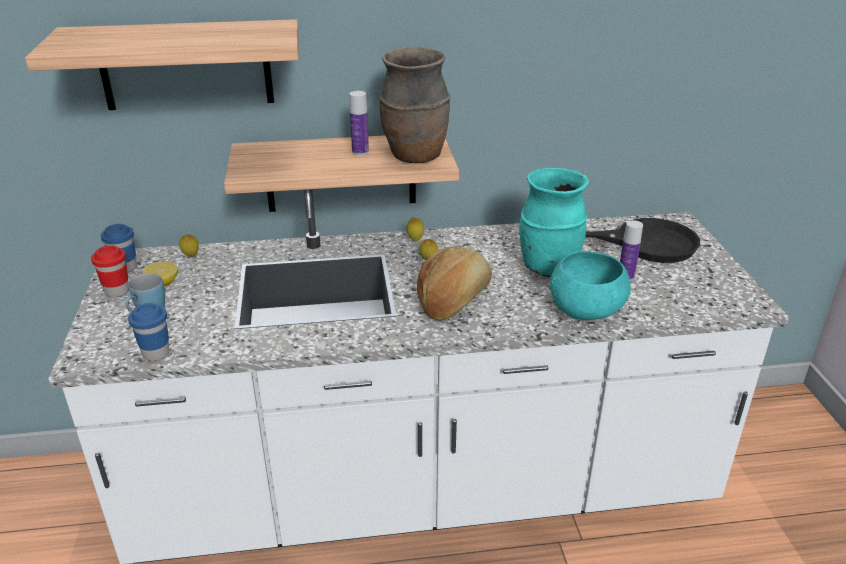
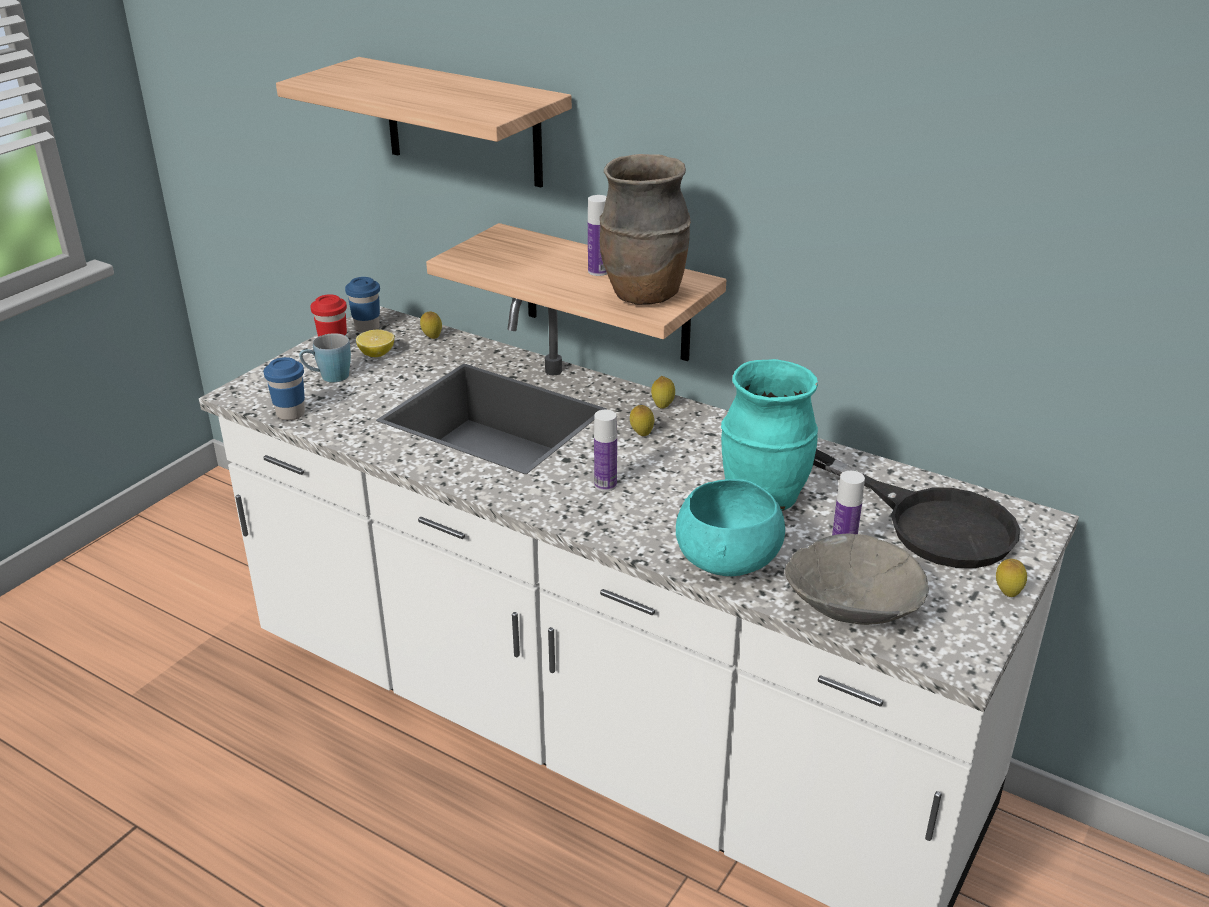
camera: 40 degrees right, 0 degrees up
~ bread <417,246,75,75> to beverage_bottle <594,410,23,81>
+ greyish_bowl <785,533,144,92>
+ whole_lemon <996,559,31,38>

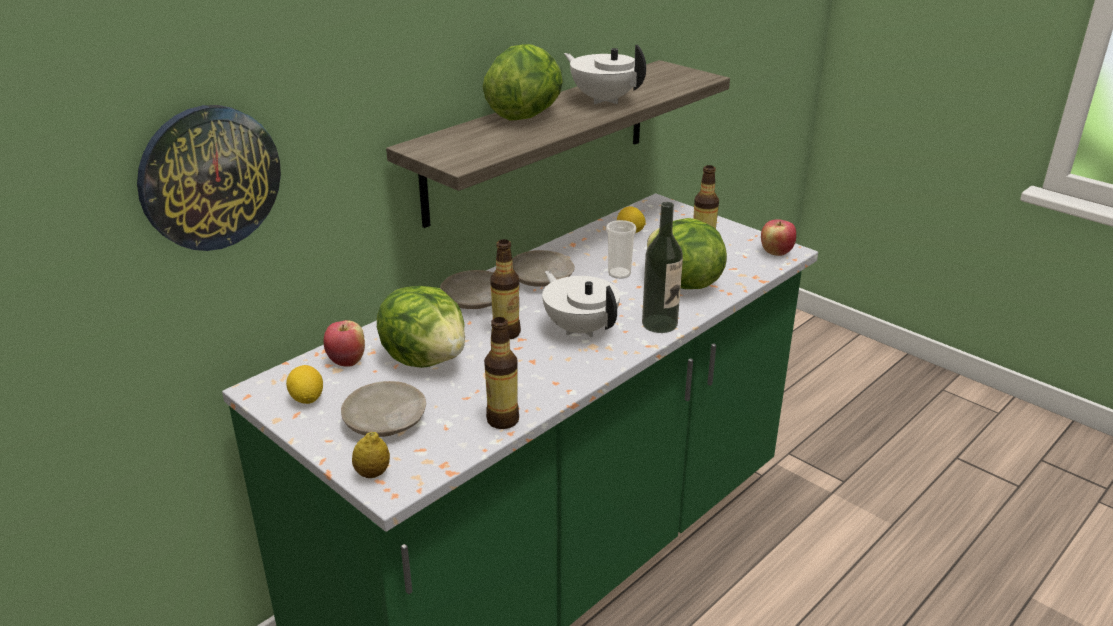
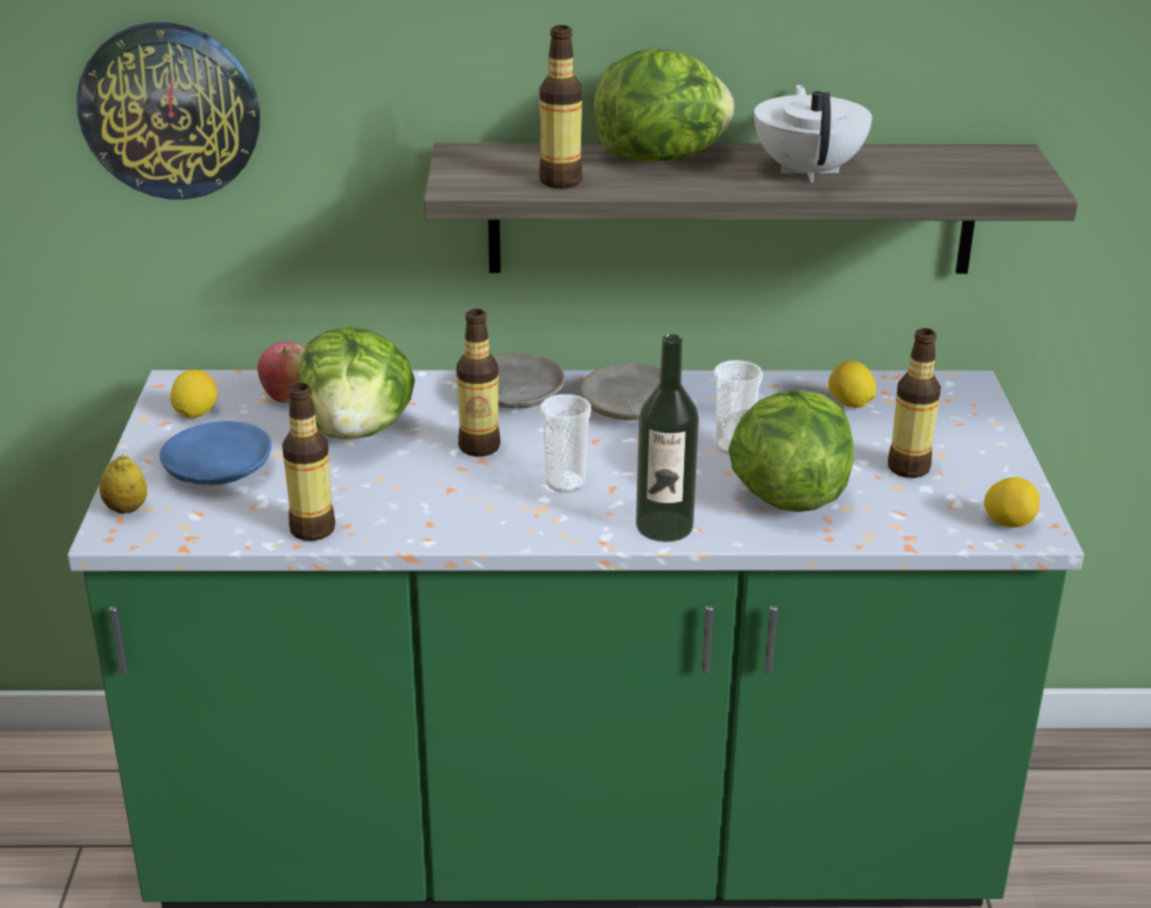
camera: 45 degrees right, 0 degrees up
~ sand-coloured_plate <341,381,85,56> to blue-coloured_plate <160,421,112,64>
+ beverage_bottle <539,25,44,163>
~ white_teapot <542,271,78,66> to cup <540,394,51,99>
~ apple_fruit <761,219,35,37> to whole_lemon <984,477,56,51>

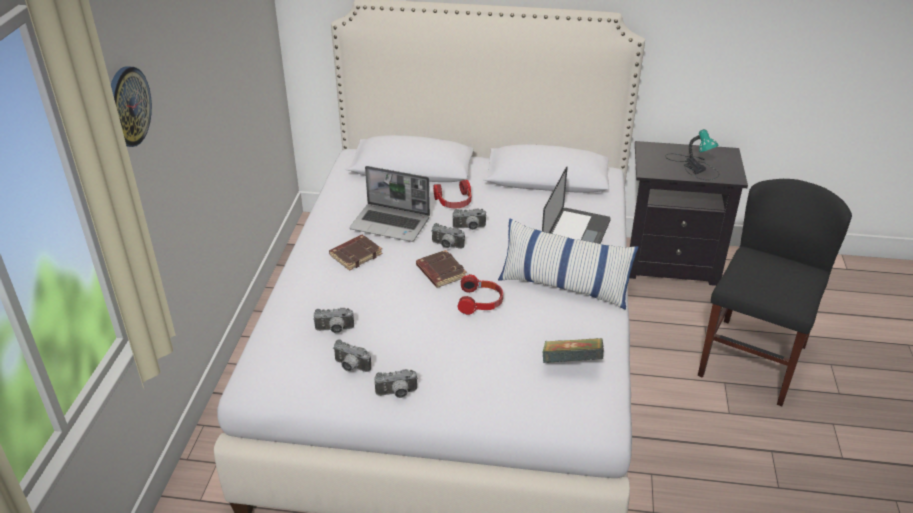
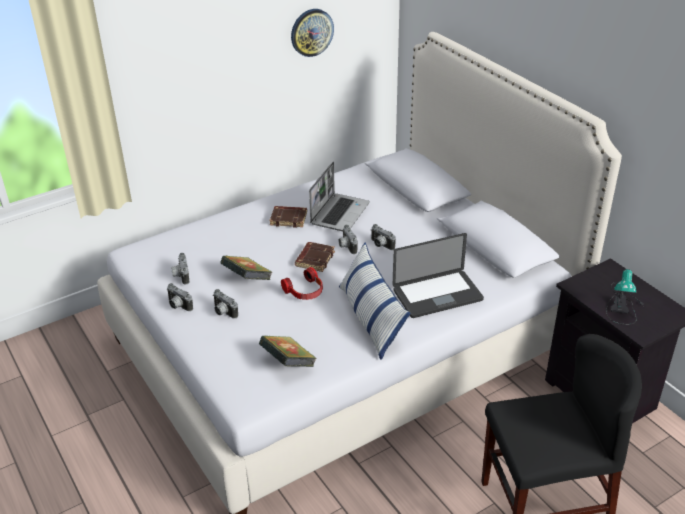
camera: 50 degrees right, 0 degrees up
~ photo_camera <313,308,41,25> to <213,289,25,30>
+ bound_book <220,256,52,24>
~ wall_clock <111,67,41,80> to <291,9,43,48>
~ laptop <349,166,81,76> = <309,162,61,69> 135 degrees counterclockwise
- headphones <433,180,38,29>

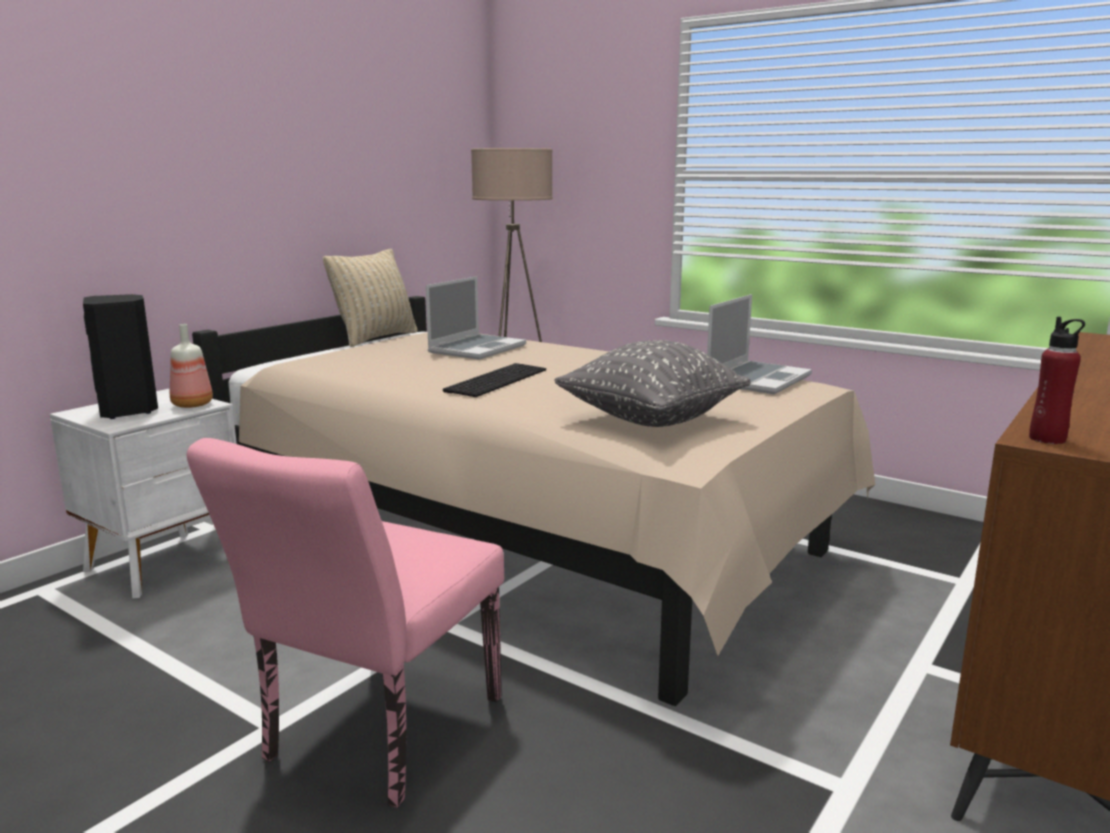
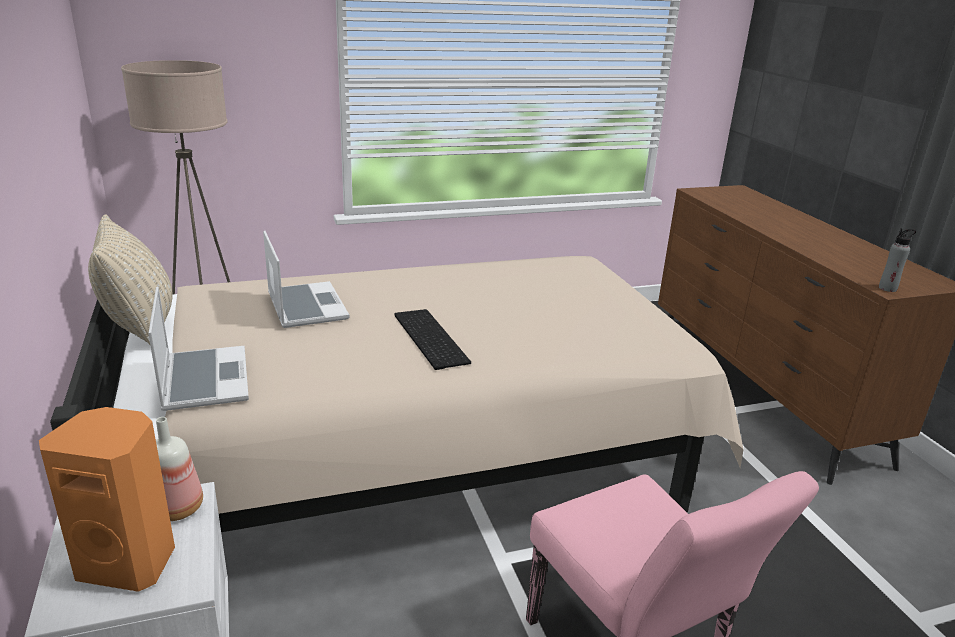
camera: 55 degrees left, 10 degrees up
~ blackish_audio_speaker <83,294,75,125> to orange_audio_speaker <39,407,136,185>
~ laptop <707,294,105,100> to <148,286,101,125>
~ red-coloured_beverage_bottle <1029,317,56,127> to greyish_beverage_bottle <879,229,37,63>
- greyish_pillow <554,340,197,87>

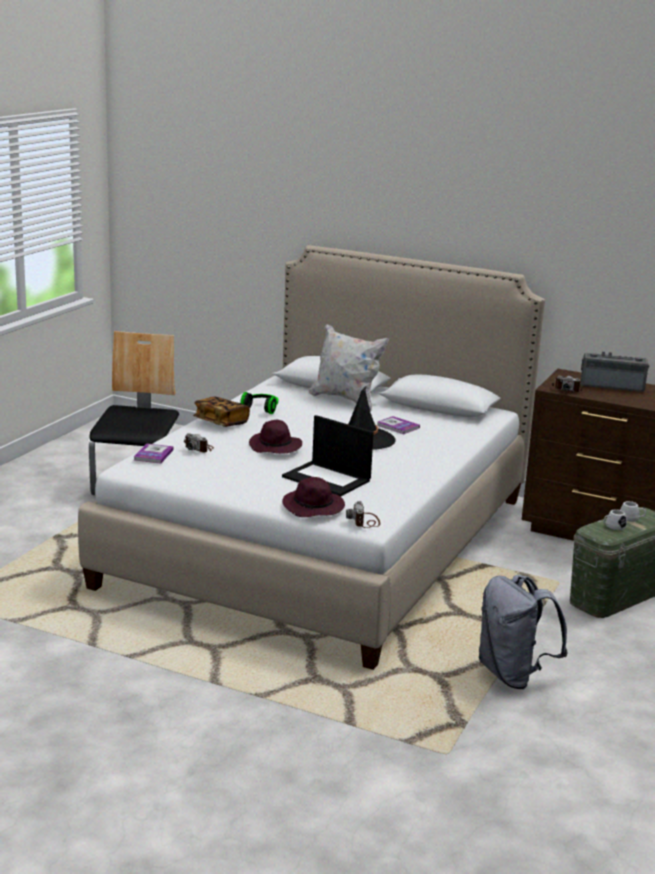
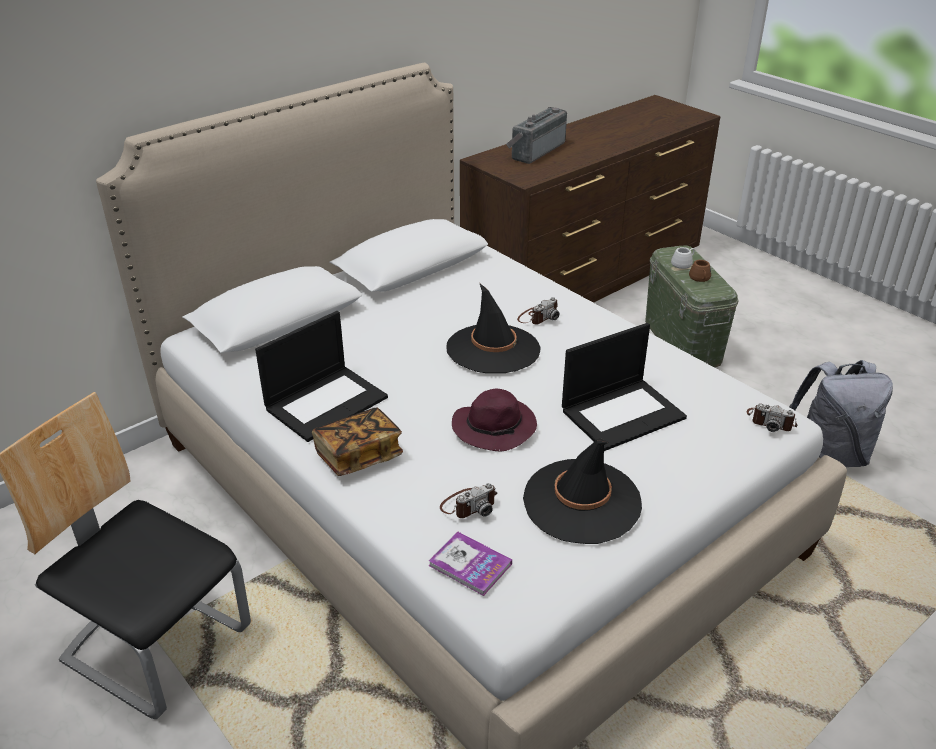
camera: 65 degrees left, 15 degrees up
~ headphones <240,392,38,22> to laptop <255,311,133,131>
~ photo_camera <552,376,30,16> to <517,297,42,28>
+ blackish_wearable_hat <523,438,119,106>
~ white_mug <603,509,24,21> to brownish_mug <689,260,22,22>
- purple_wearable_hat <282,477,63,40>
- white_pillow <309,324,80,88>
- bound_book <377,416,43,18>

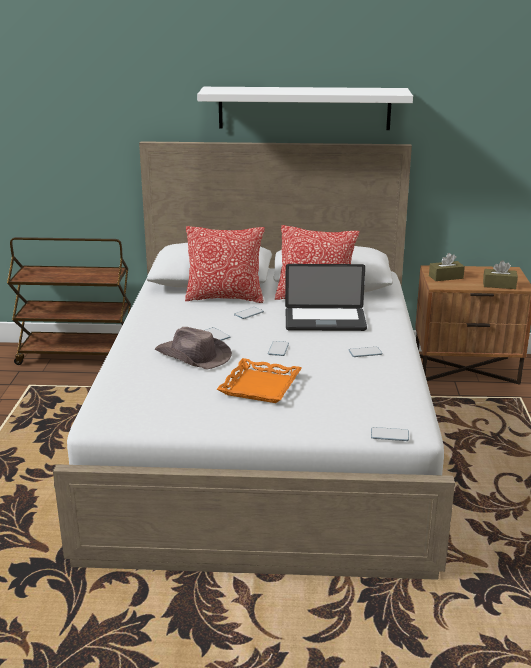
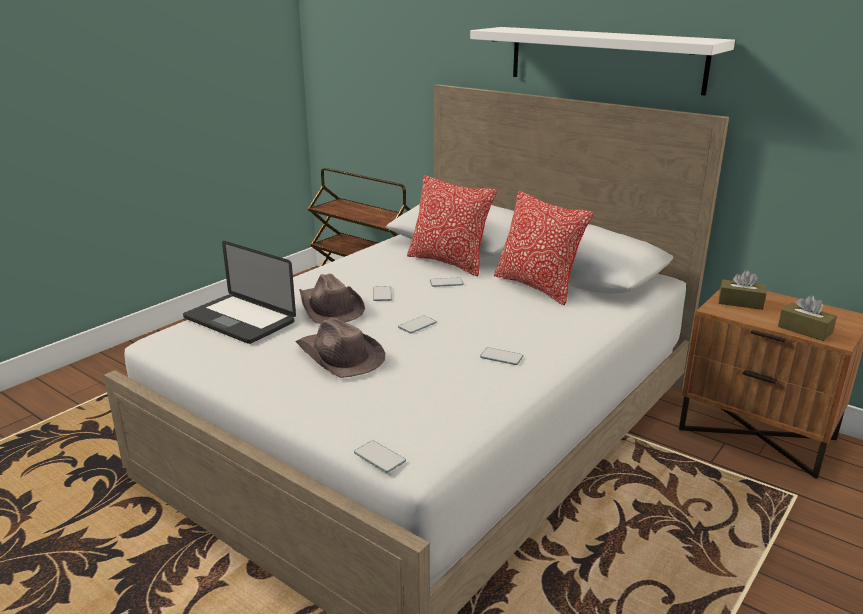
camera: 35 degrees right, 0 degrees up
~ laptop <285,264,82,67> to <183,241,113,103>
~ orange_tray <217,358,85,45> to brownish_wearable_hat <295,318,90,60>

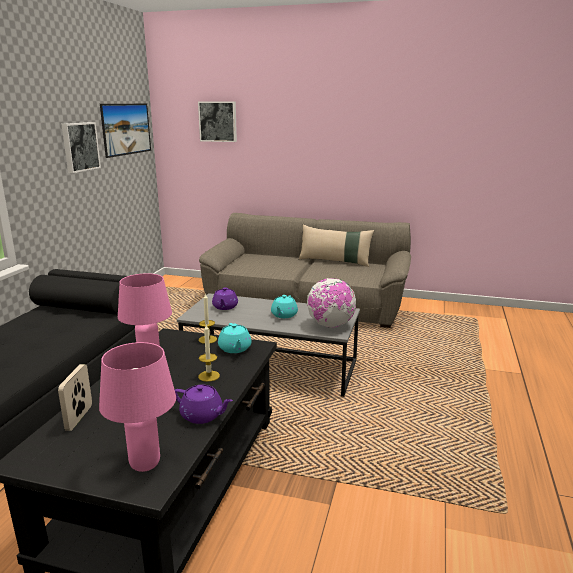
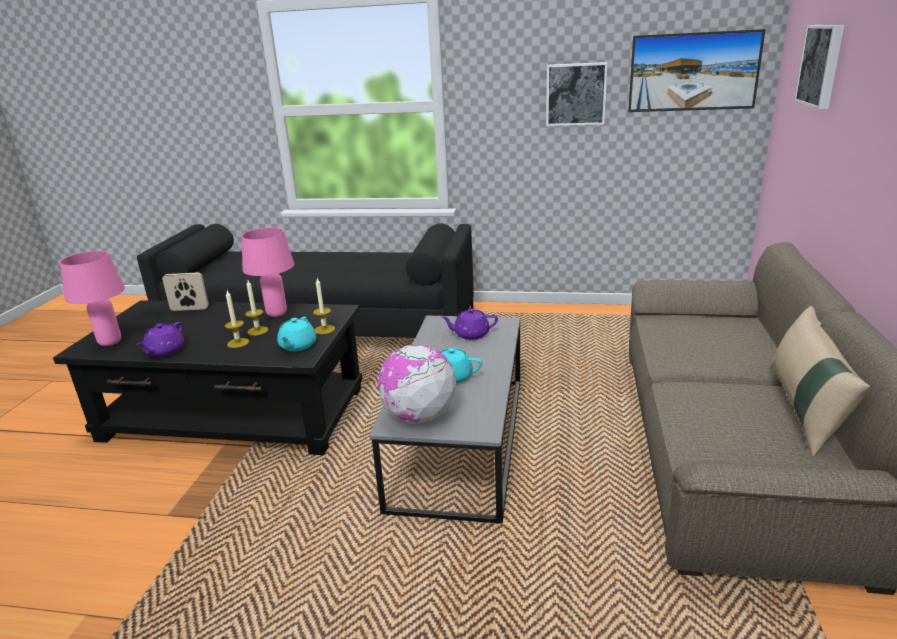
camera: 85 degrees right, 5 degrees up
+ wax_light <245,280,23,56>
~ blue-green_teapot <218,323,34,30> = <277,316,39,36> 60 degrees counterclockwise

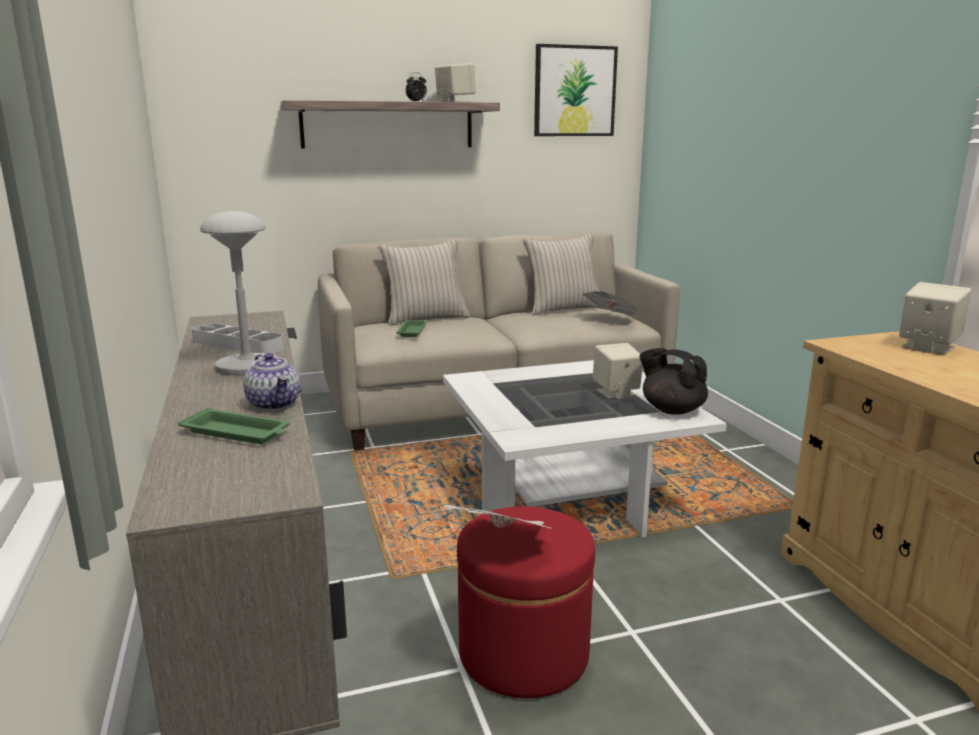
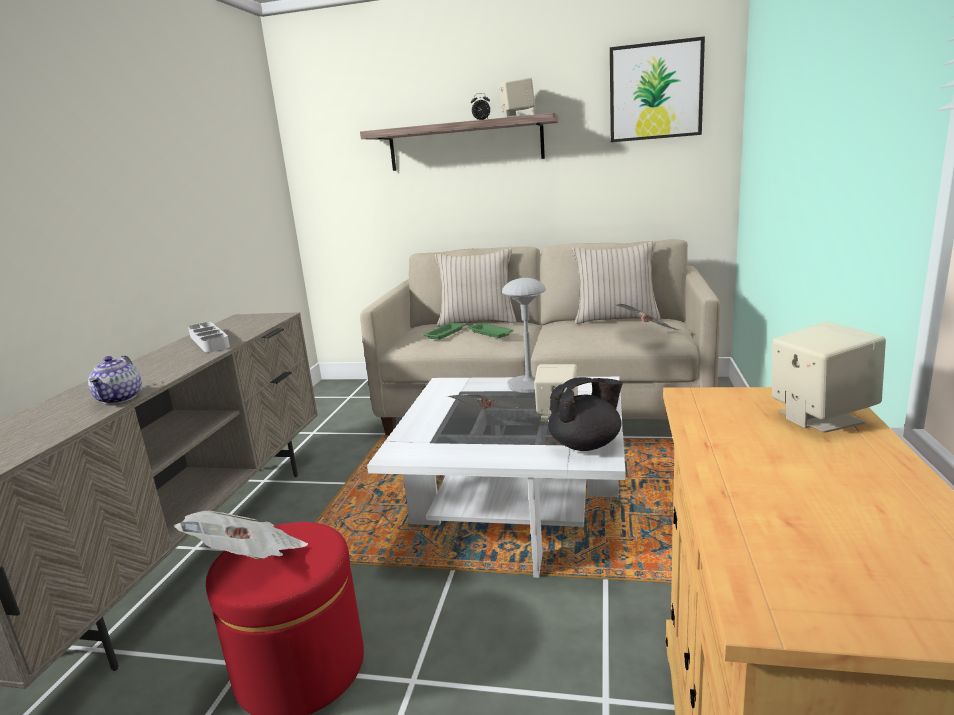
camera: 30 degrees right, 0 degrees up
+ newspaper <447,394,75,16>
~ green-coloured_tray <178,408,112,36> to <467,322,47,16>
~ greyish_tabletop_lamp <200,211,77,164> to <502,278,44,115>
~ blackish_teapot <639,348,69,67> = <548,377,75,74> 90 degrees clockwise

